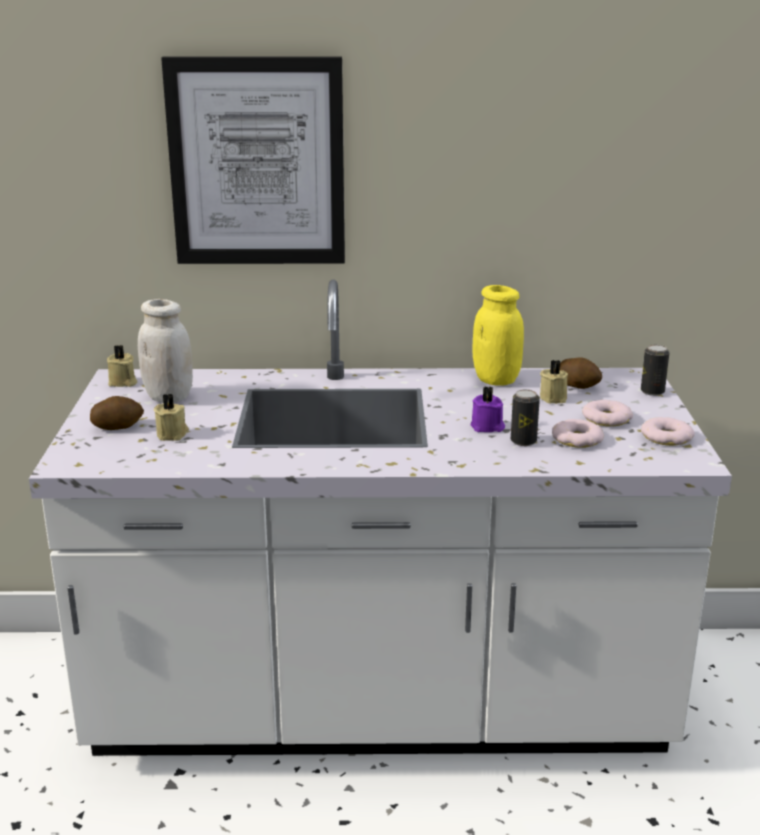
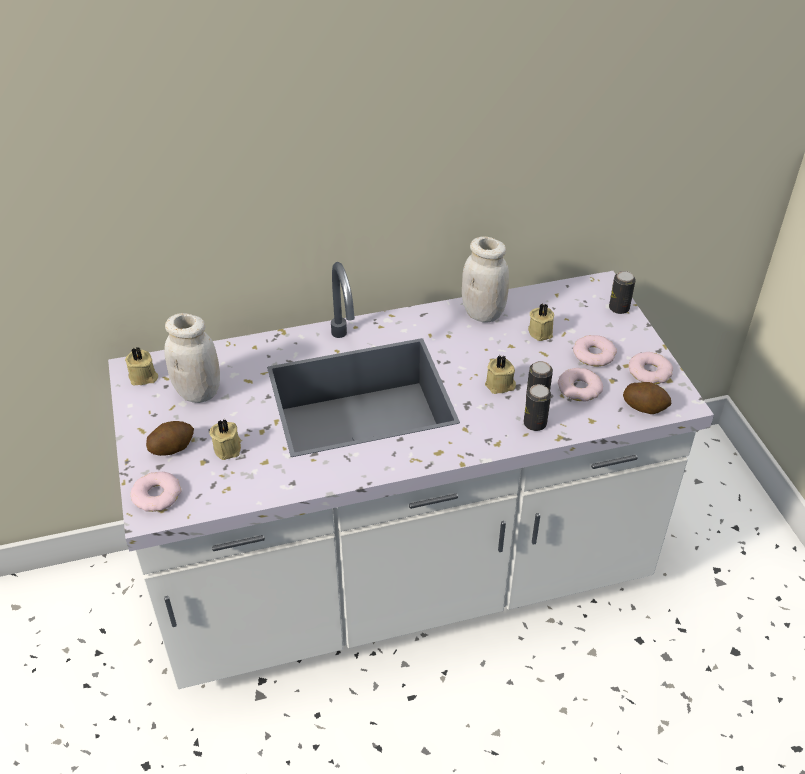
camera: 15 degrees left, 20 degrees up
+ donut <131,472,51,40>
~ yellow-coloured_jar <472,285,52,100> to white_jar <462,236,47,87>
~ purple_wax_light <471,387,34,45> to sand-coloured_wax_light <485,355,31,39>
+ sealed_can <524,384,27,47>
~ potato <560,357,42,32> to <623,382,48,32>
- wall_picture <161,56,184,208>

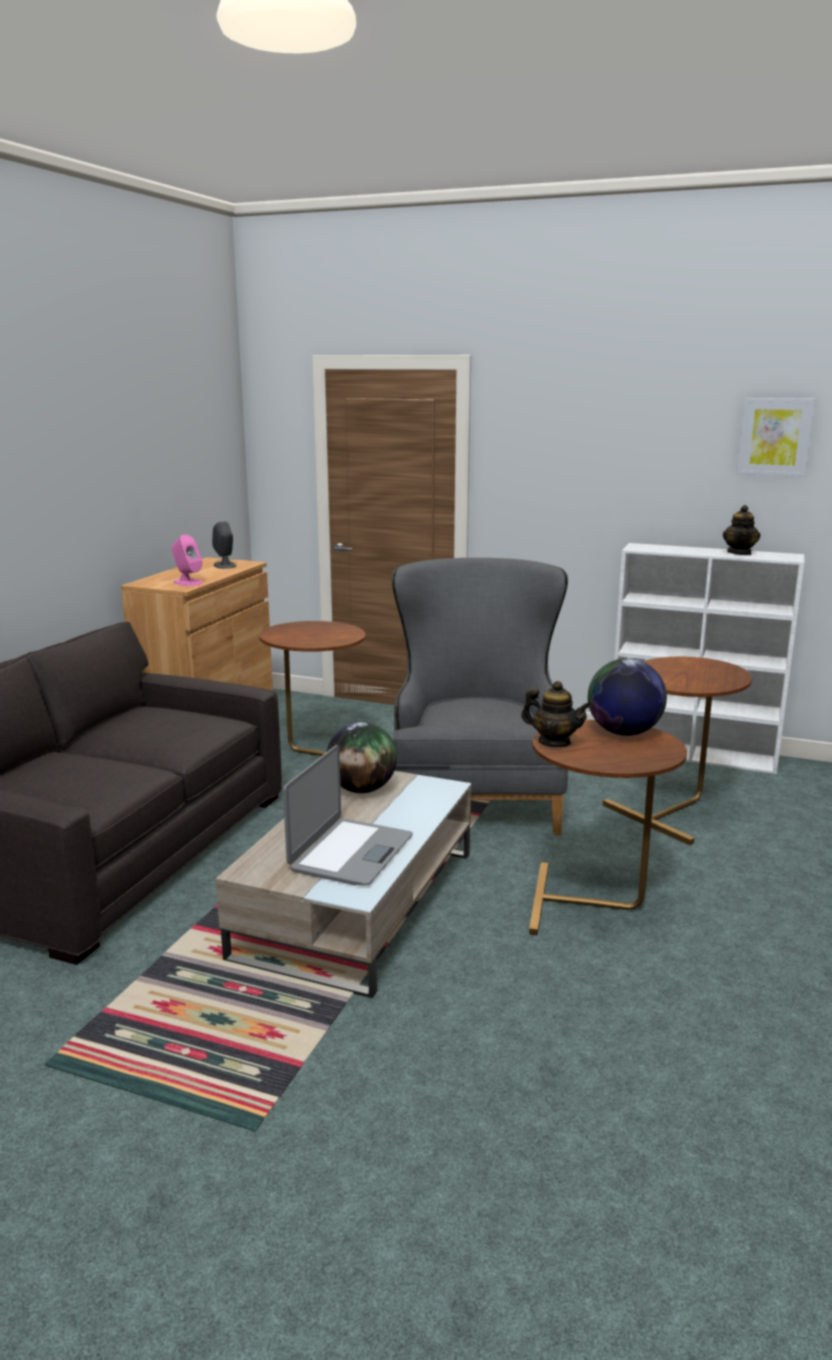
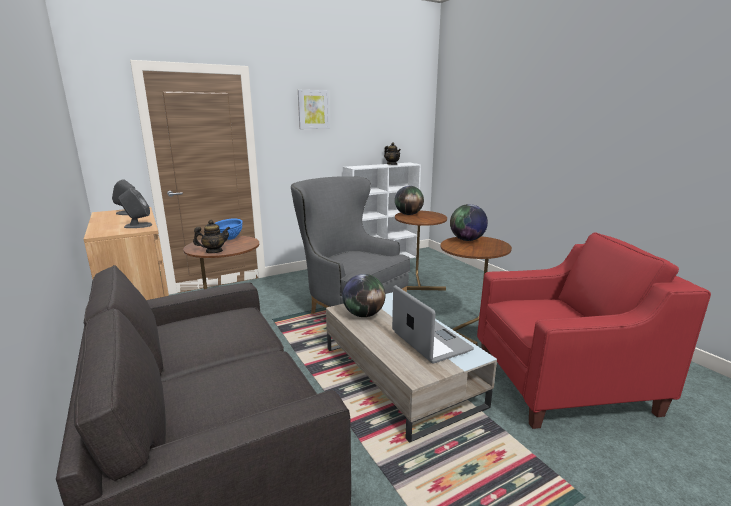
camera: 50 degrees left, 0 degrees up
~ pink-coloured_audio_speaker <171,535,32,51> to greyish_audio_speaker <118,188,34,40>
~ teapot <521,681,70,66> to <193,220,37,33>
+ blue-coloured_bowl <215,219,28,21>
~ wall_picture <737,398,78,79> to <298,90,32,39>
+ world_globe <395,186,29,29>
+ red-coloured_easy_chair <477,233,234,196>

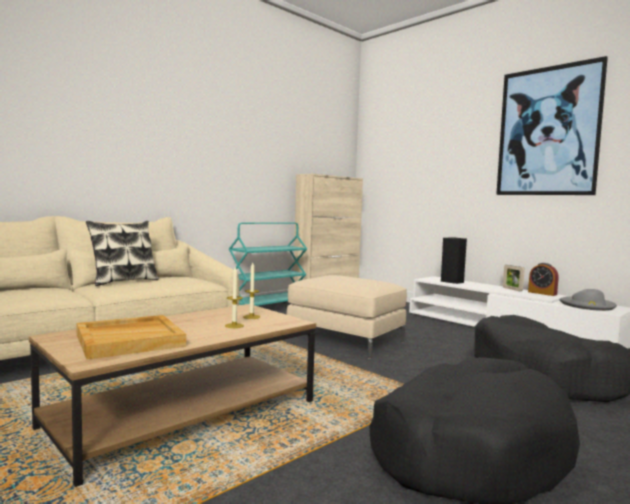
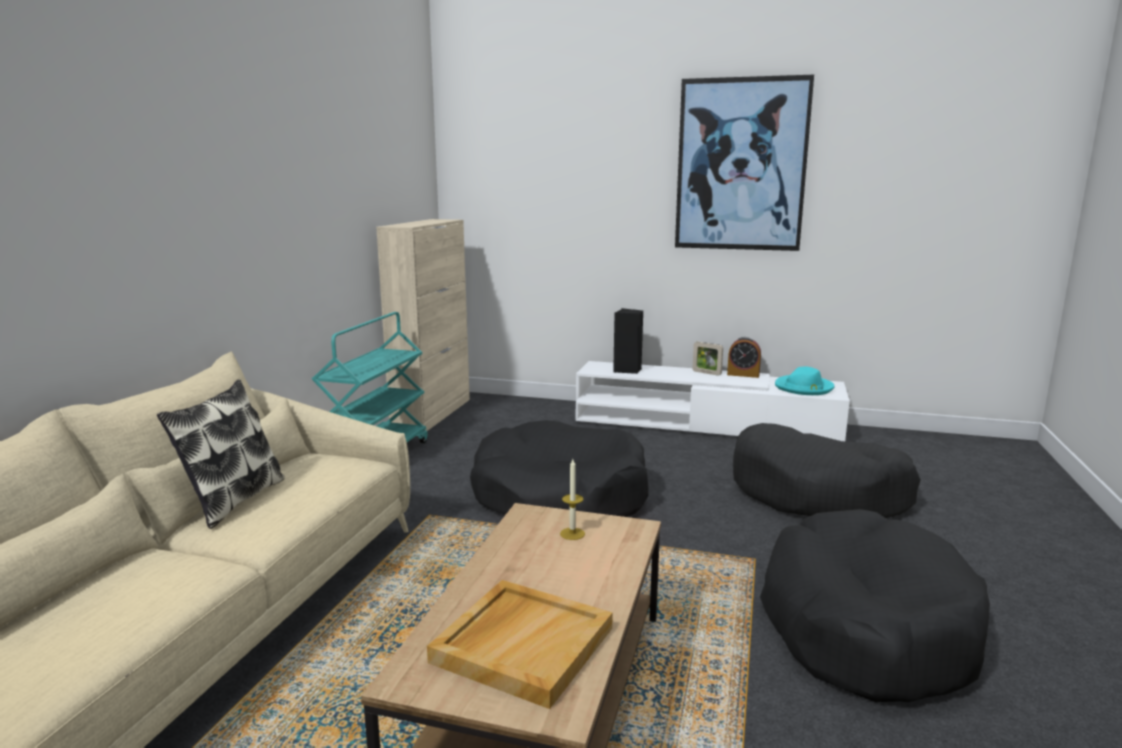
camera: 30 degrees left, 10 degrees up
~ sand-coloured_footrest <287,275,120,84> to blackish_pet_bed <470,420,179,97>
~ greyish_wearable_hat <560,289,57,22> to blue-green_wearable_hat <775,366,60,29>
- wax_light <225,267,19,61>

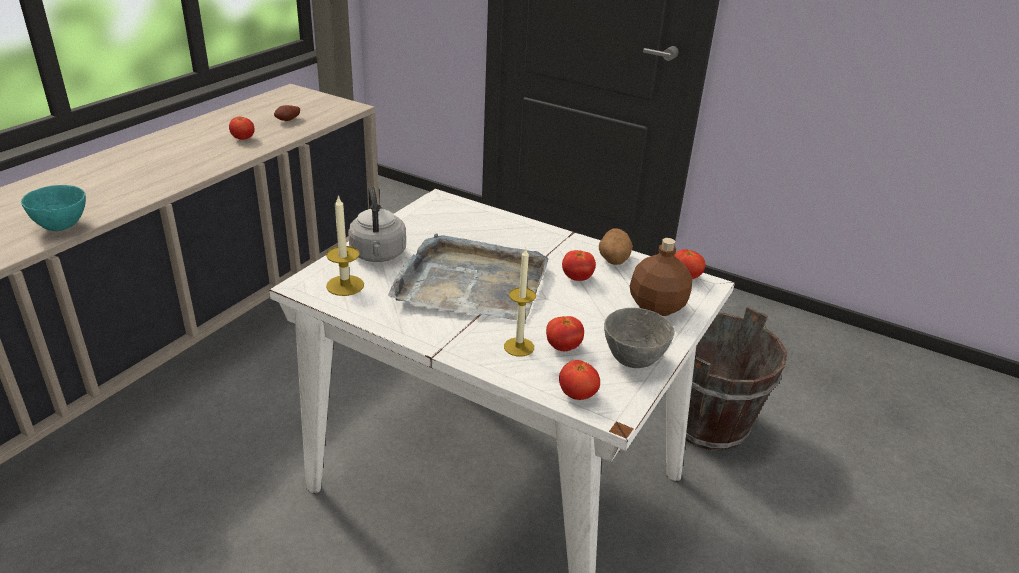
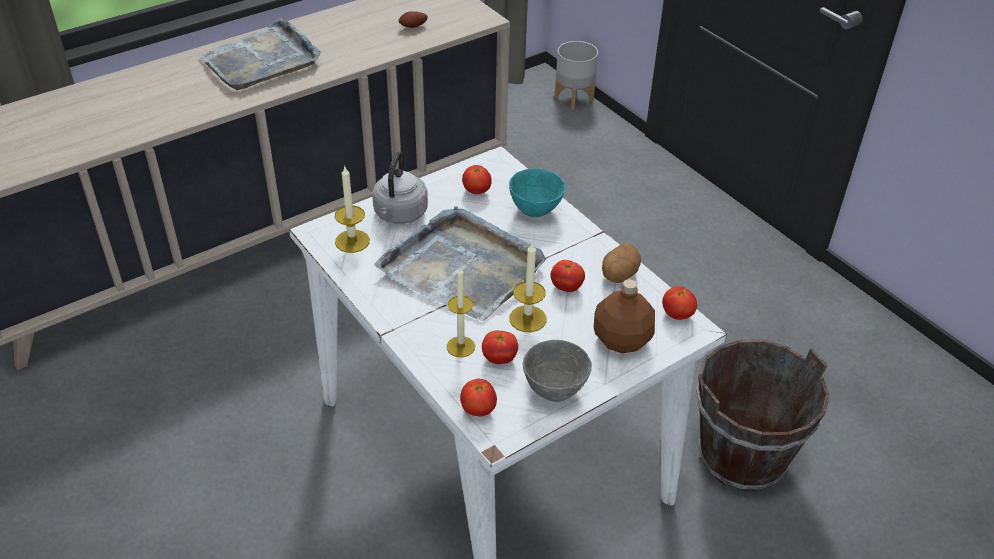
camera: 25 degrees right, 10 degrees up
+ greyish_tray <199,18,122,72>
~ tomato <229,117,26,23> to <462,165,30,29>
~ blue-green_bowl <21,185,65,46> to <509,168,56,49>
+ wax_light <509,243,38,89>
+ greyish_flower_pot <554,41,44,69>

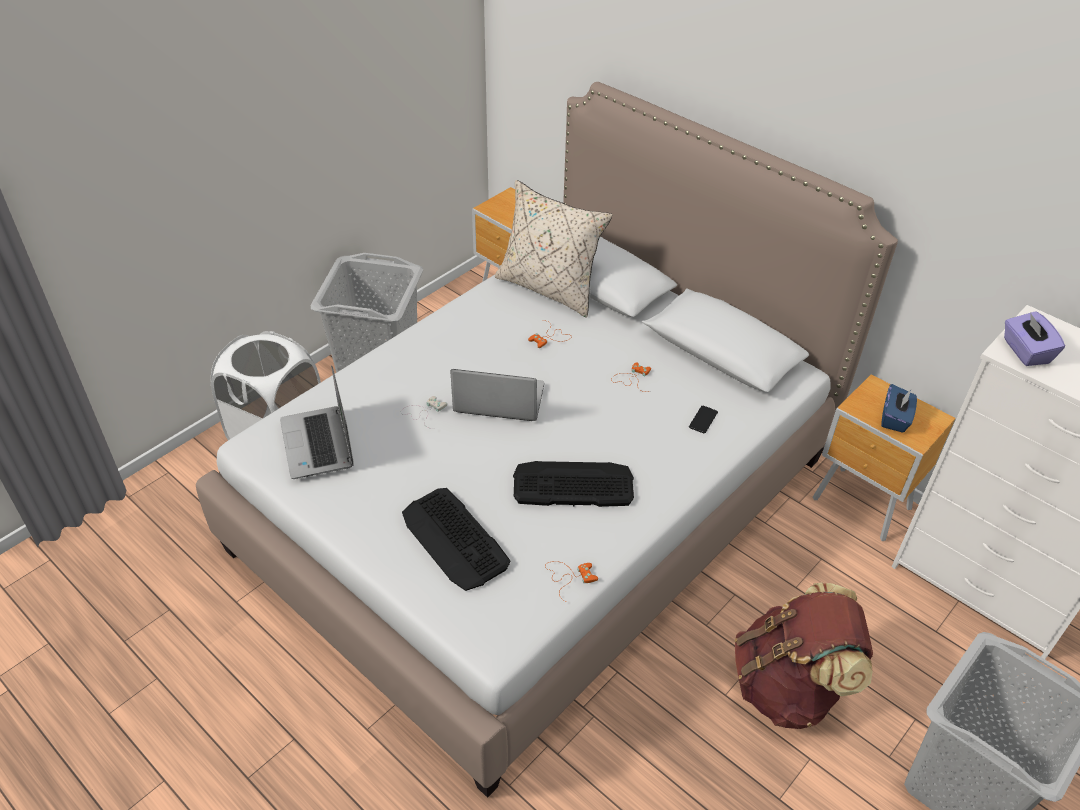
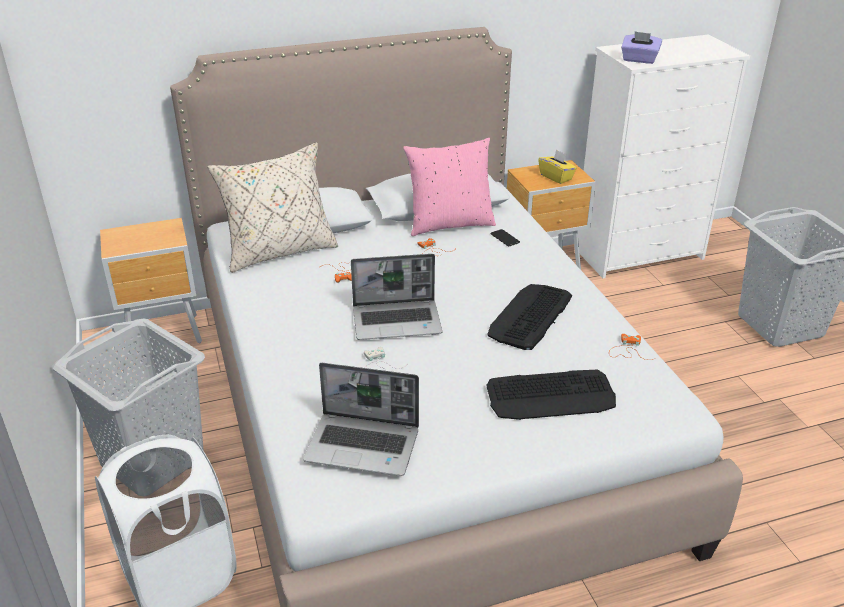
camera: 60 degrees left, 10 degrees down
~ laptop <450,369,94,52> = <351,254,91,86> 135 degrees counterclockwise
+ pink-coloured_pillow <403,138,93,98>
~ blue-coloured_tissue_holder <881,384,36,49> to yellow-coloured_tissue_holder <538,149,39,35>
- brownish_rucksack <735,583,138,146>

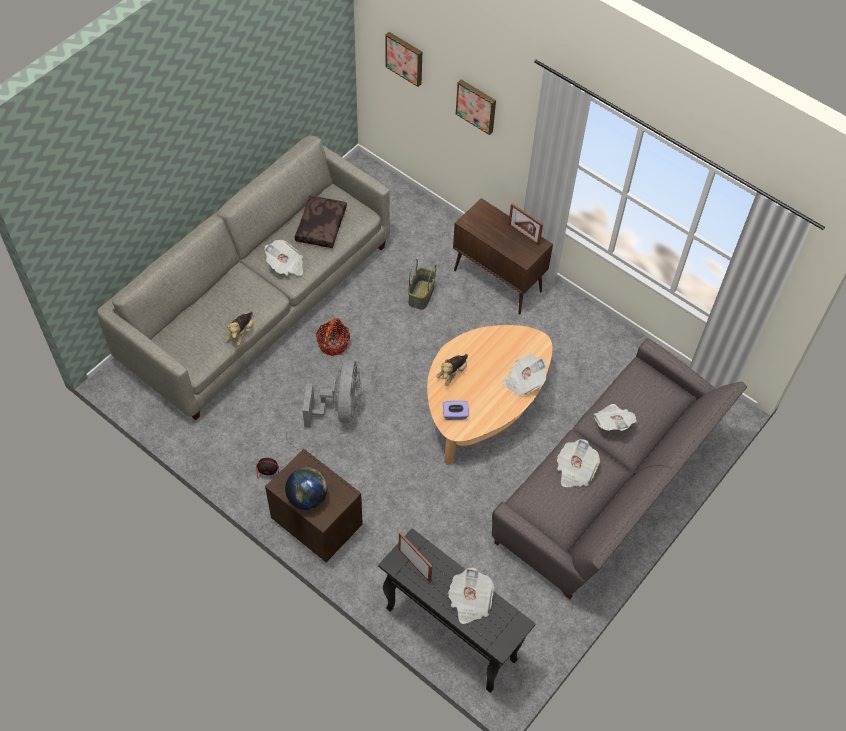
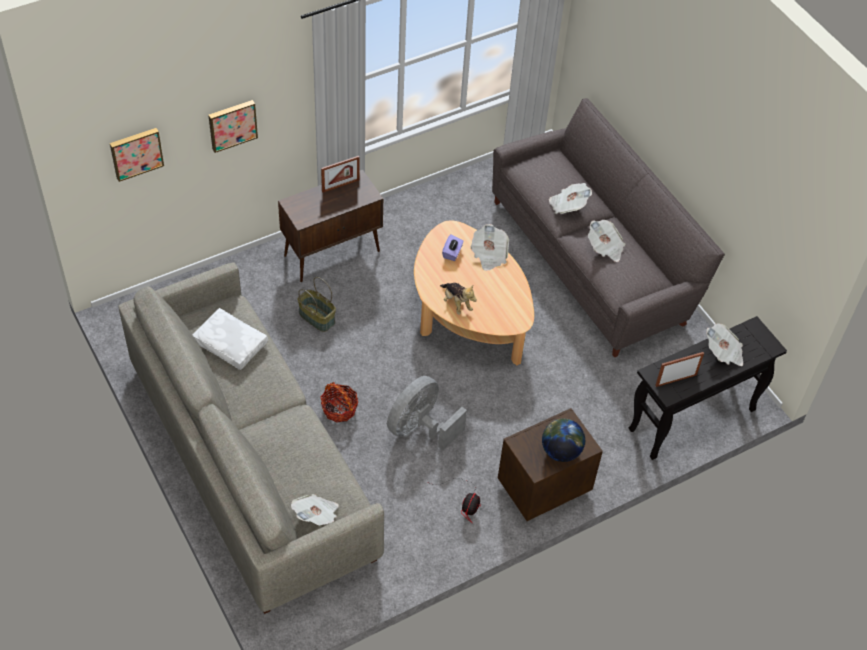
camera: 70 degrees left, 5 degrees down
~ brownish_pillow <295,195,52,53> to white_pillow <193,308,75,62>
~ newspaper <265,240,38,36> to <291,494,48,31>
~ greyish_cooling_fan <302,360,59,68> = <387,376,80,74> 75 degrees counterclockwise
~ purple_tissue_holder <443,400,26,20> to <442,234,22,27>
- soft_toy <226,311,28,35>

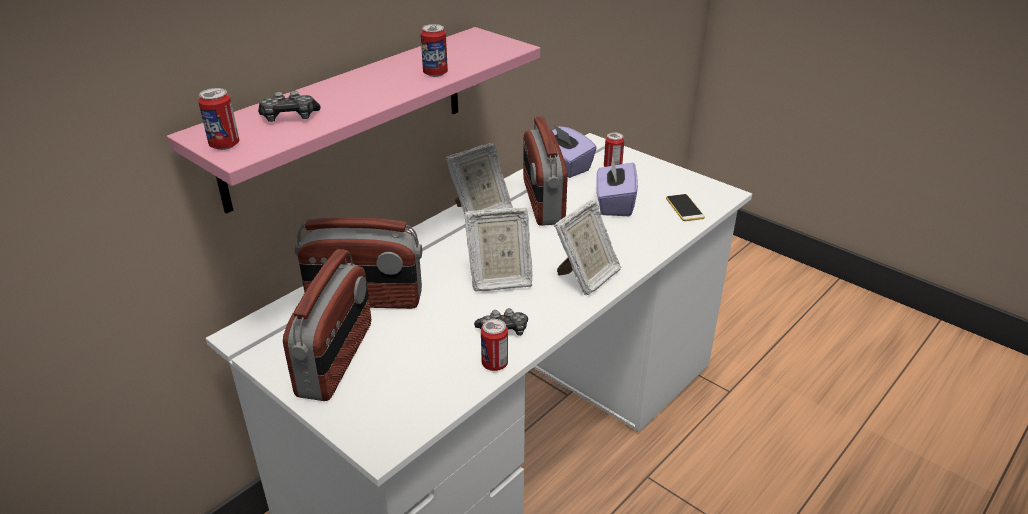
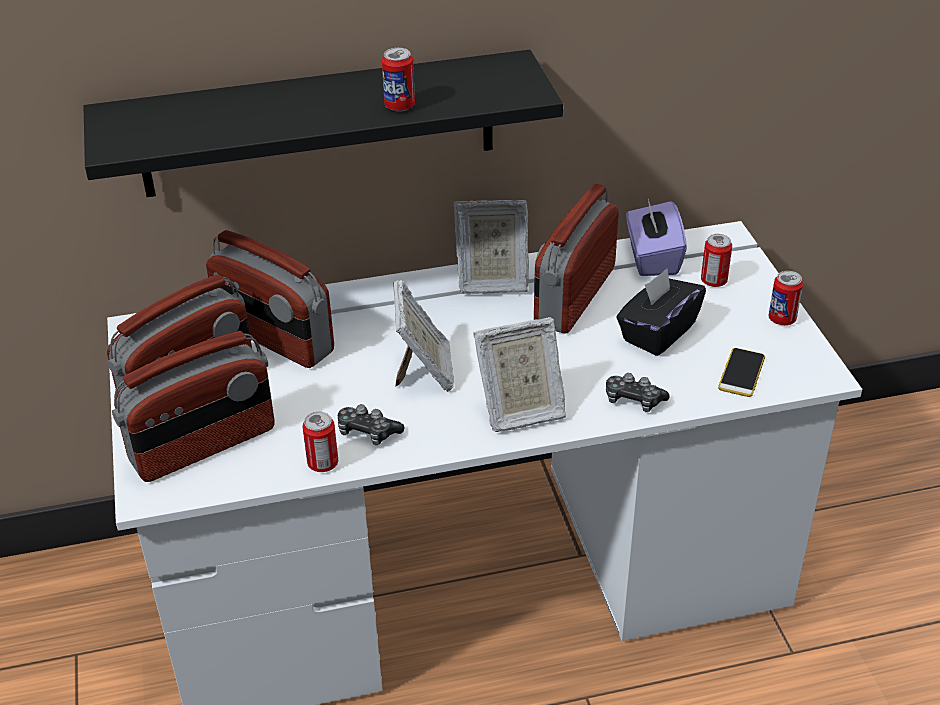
camera: 35 degrees right, 5 degrees up
~ pink-coloured_bracket_shelf <167,27,373,187> to blackish_bracket_shelf <83,50,480,147>
+ radio_set <112,331,163,151>
~ photo_frame <464,207,68,85> = <393,280,61,112> 120 degrees counterclockwise
~ gamepad <258,91,63,31> to <606,373,64,39>
~ purple_tissue_holder <596,156,42,60> to blackish_tissue_holder <616,268,90,88>
~ sealed_can <198,88,41,62> to <769,271,34,54>

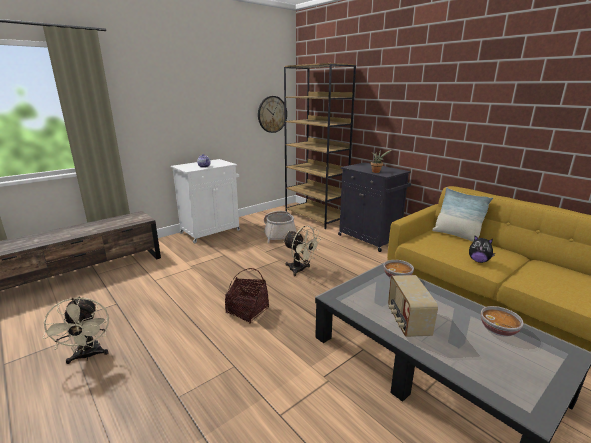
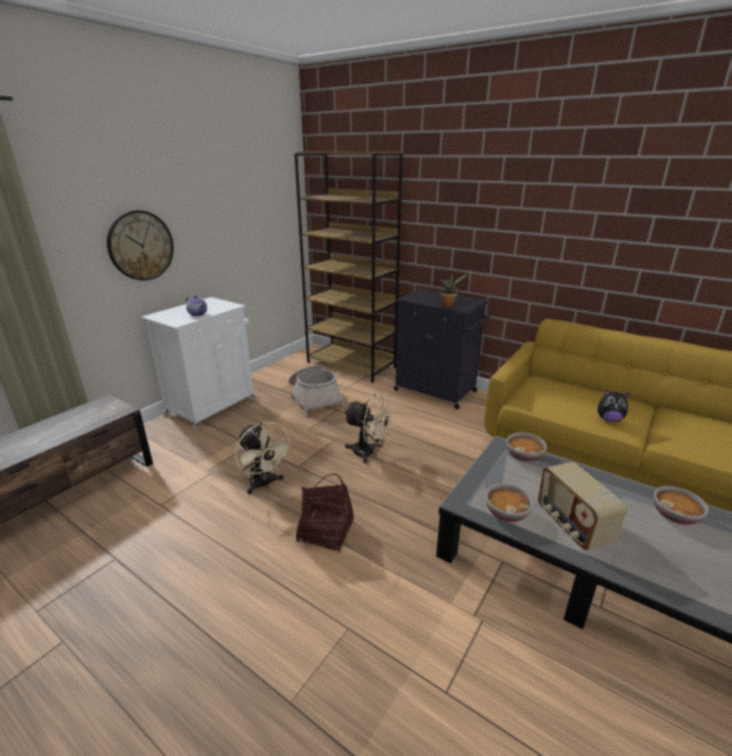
camera: 15 degrees left, 5 degrees up
~ wall_clock <258,96,29,37> to <107,210,67,71>
~ sand-coloured_cooling_fan <43,296,66,68> to <235,422,59,72>
+ bowl <485,484,48,38>
- pillow <432,187,61,55>

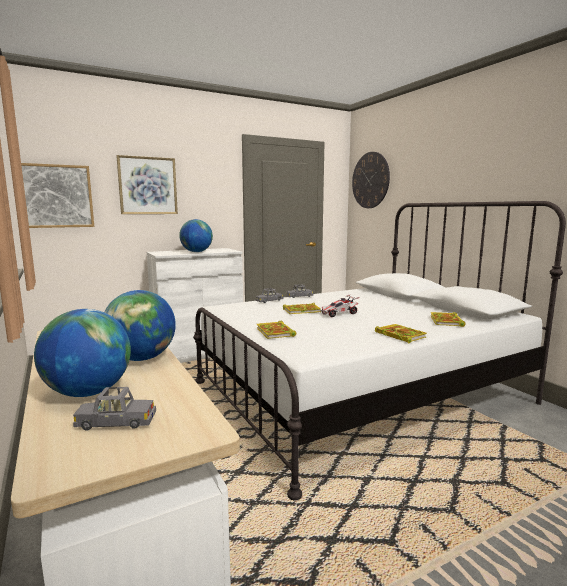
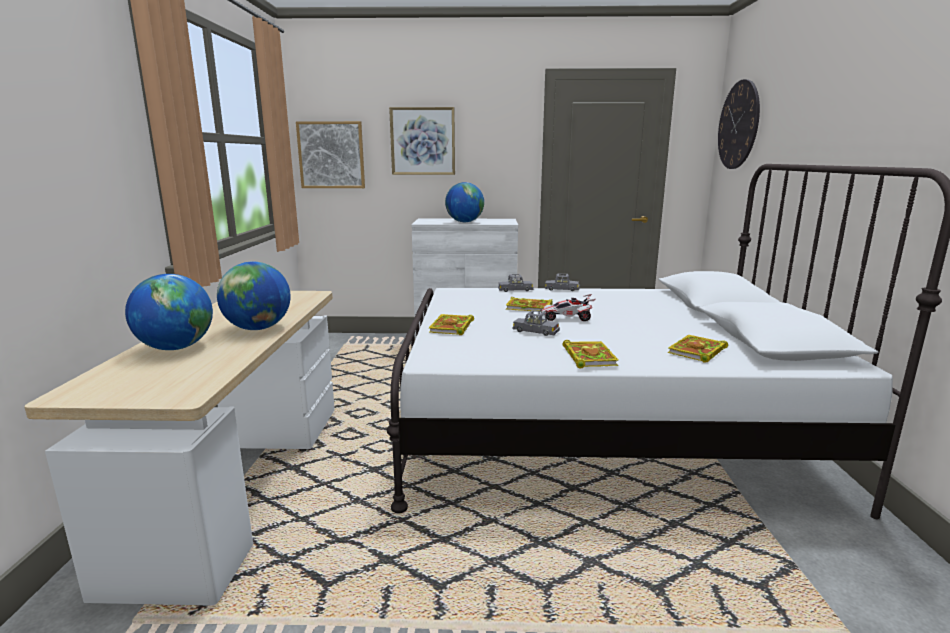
camera: 30 degrees right, 5 degrees up
~ greyish_toy_car <73,387,83,43> to <513,310,47,26>

